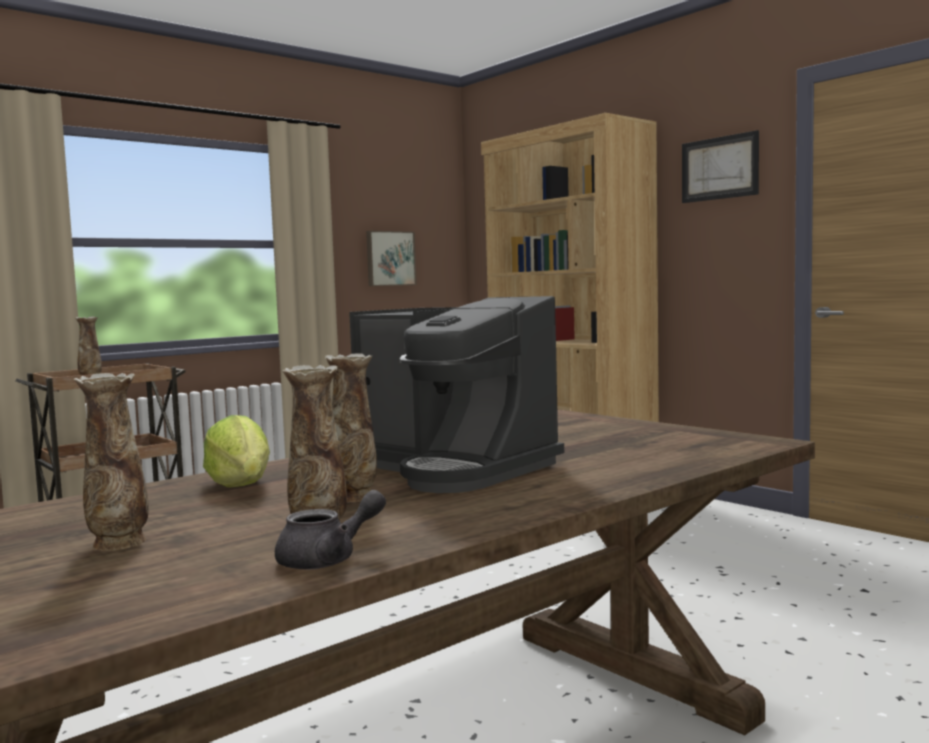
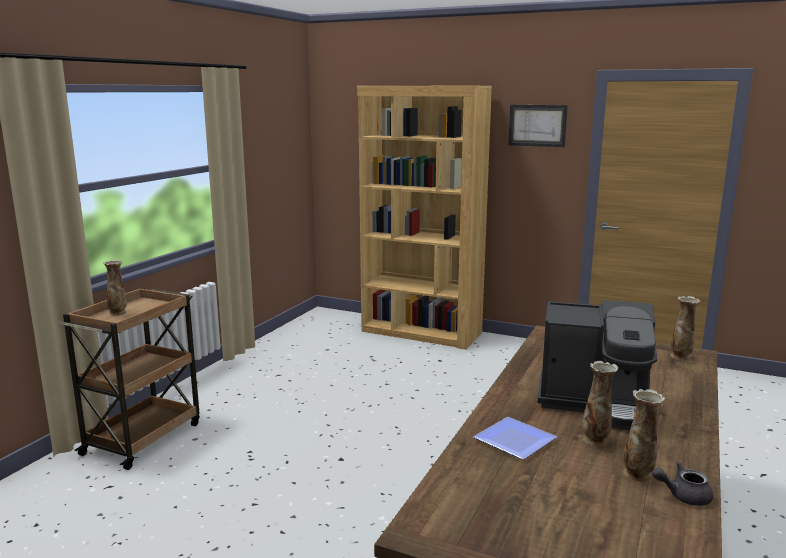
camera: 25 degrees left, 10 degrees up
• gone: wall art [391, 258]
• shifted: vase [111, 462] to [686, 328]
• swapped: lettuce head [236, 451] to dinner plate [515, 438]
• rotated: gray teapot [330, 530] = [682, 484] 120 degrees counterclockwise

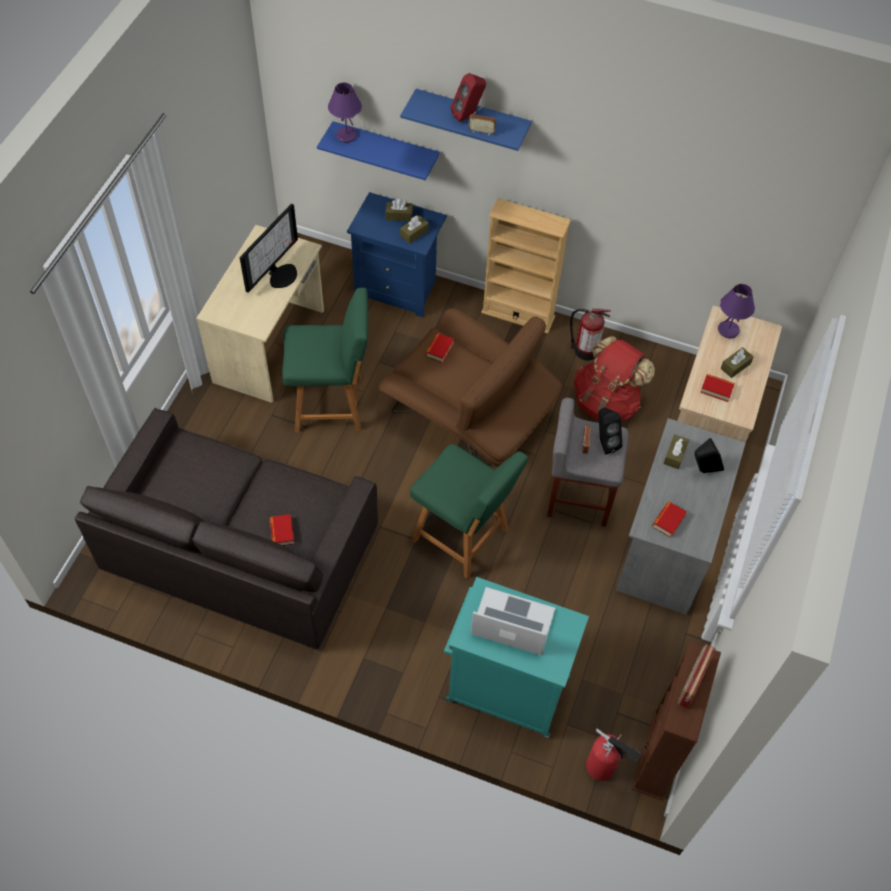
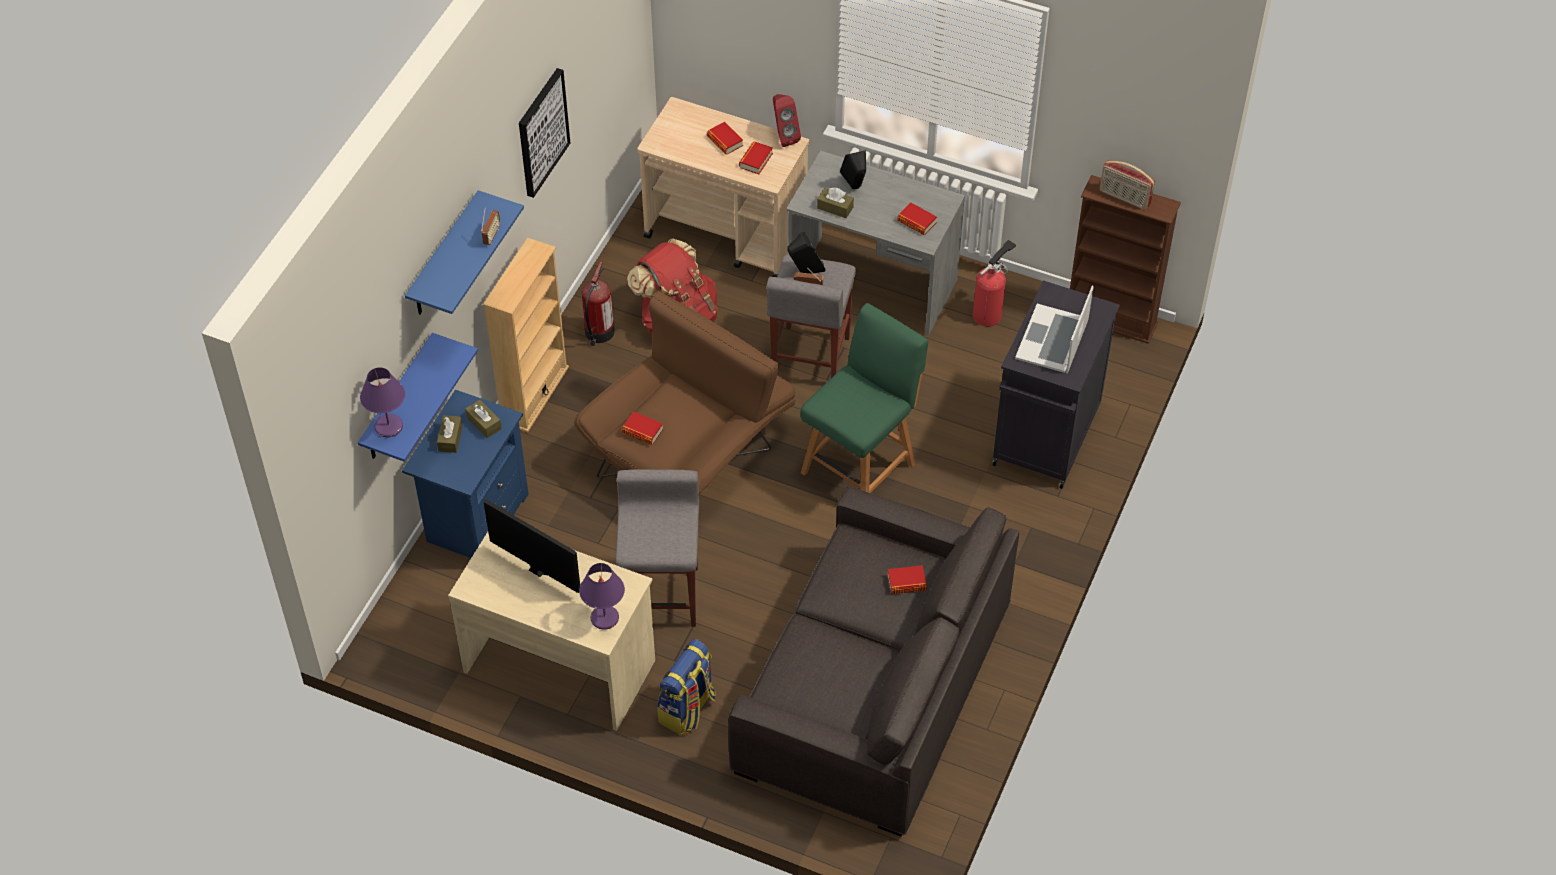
camera: 85 degrees left, 5 degrees down
• new: wall art [544, 133]
• new: knapsack [686, 687]
• shifted: red loudspeaker [468, 97] to [787, 120]
• shifted: extinguisher [613, 754] to [994, 283]
• shifted: purple-coloured lamp for a table [736, 311] to [602, 596]
• swapped: greenish upright chair [325, 360] to gray stool seat [657, 548]
• swapped: brownish tissue holder [737, 362] to volume [725, 138]
• repainted: turquoise-coloured storage cabinet [516, 657] to blackish storage cabinet [1056, 384]

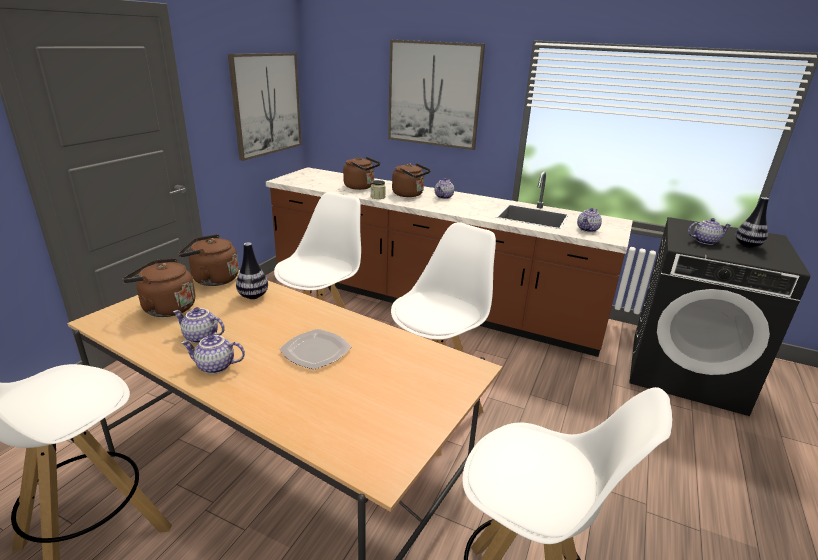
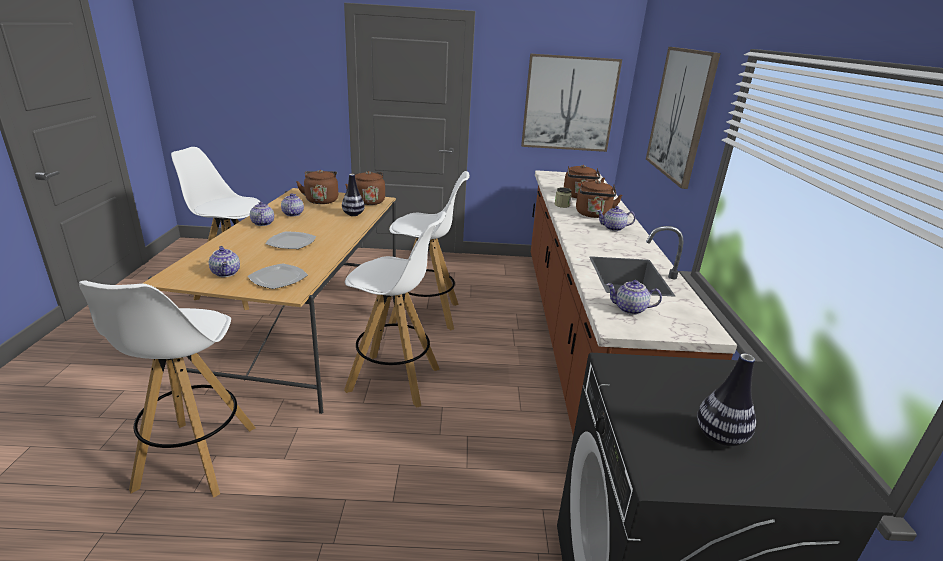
camera: 65 degrees right, 0 degrees up
• new: dinner plate [278, 276]
• shifted: teapot [709, 231] to [224, 261]

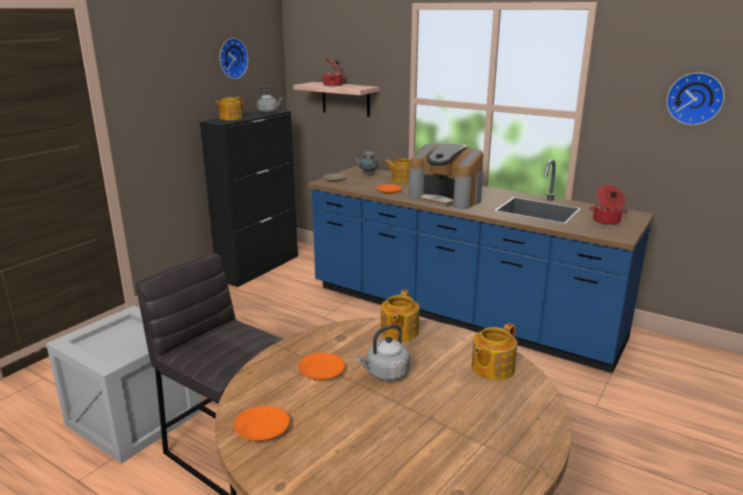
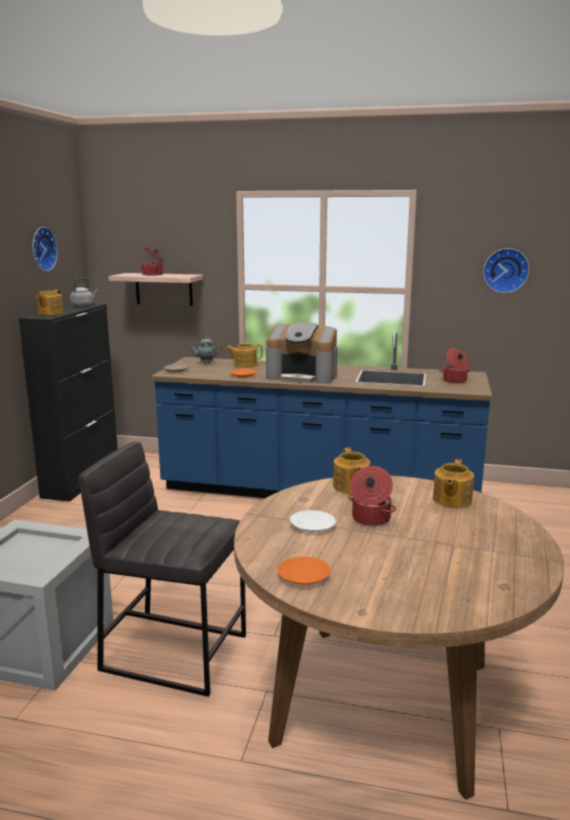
camera: 20 degrees left, 5 degrees down
• swapped: gray tea kettle [383, 352] to stockpot [372, 496]
• repainted: orange dinner plate [321, 366] to white dinner plate [313, 521]

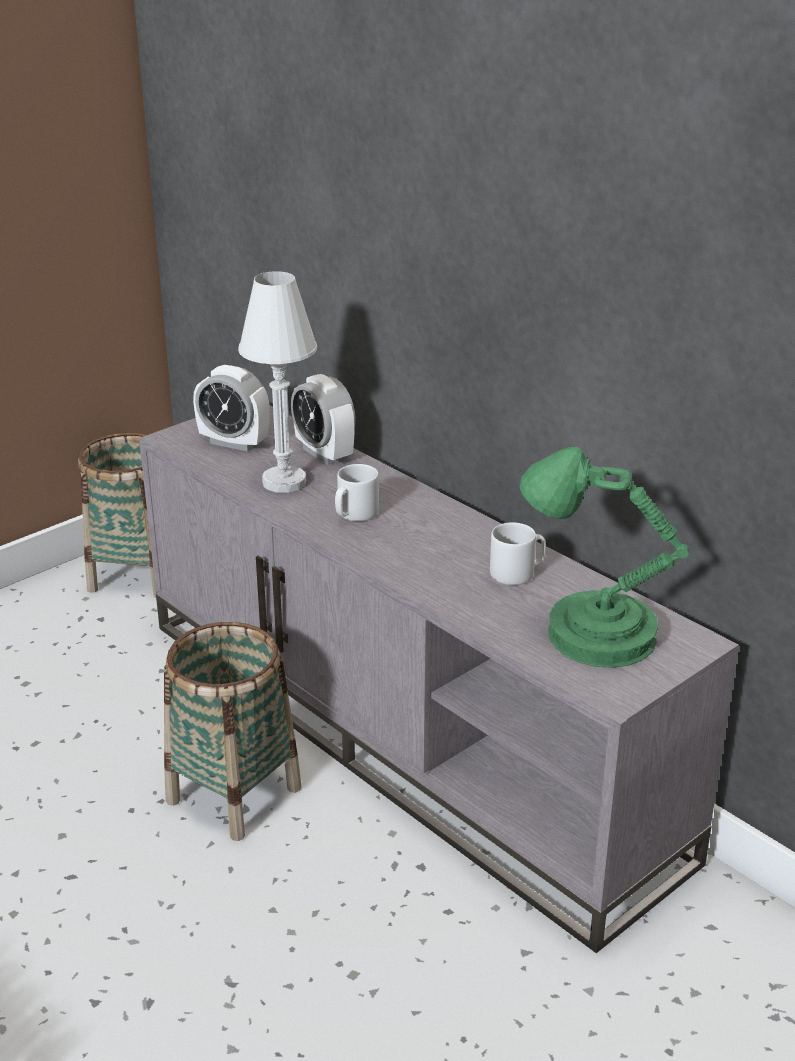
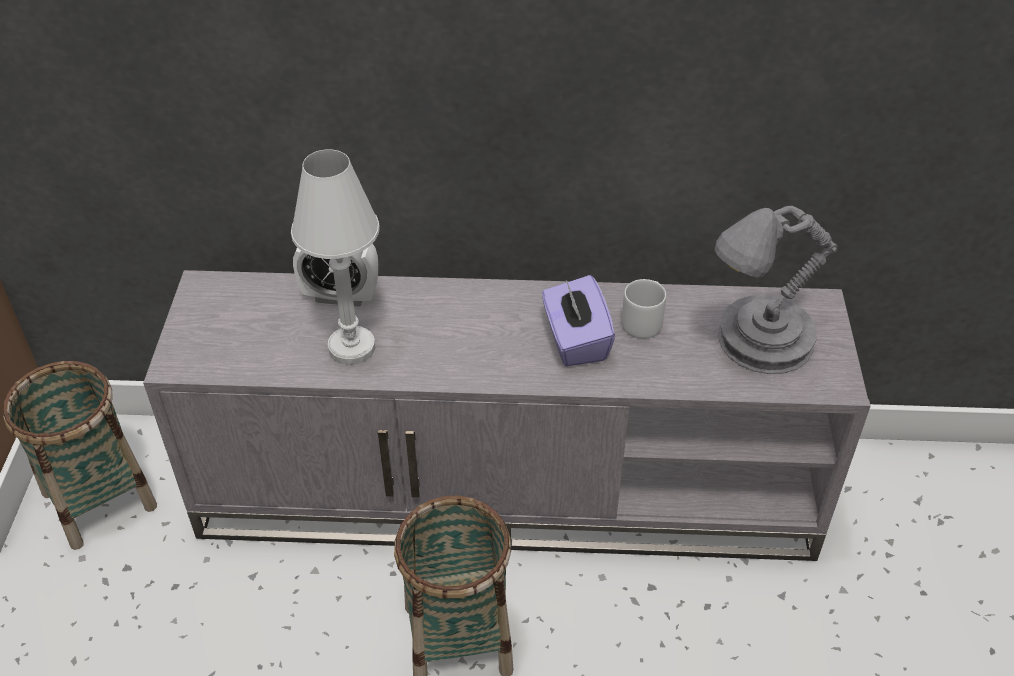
camera: 45 degrees left, 15 degrees up
• gone: table clock [231, 408]
• gone: gray coffee mug [357, 492]
• new: purple-coloured tissue holder [578, 320]
• repainted: greenish lamp for a table [604, 557] to gray lamp for a table [776, 290]

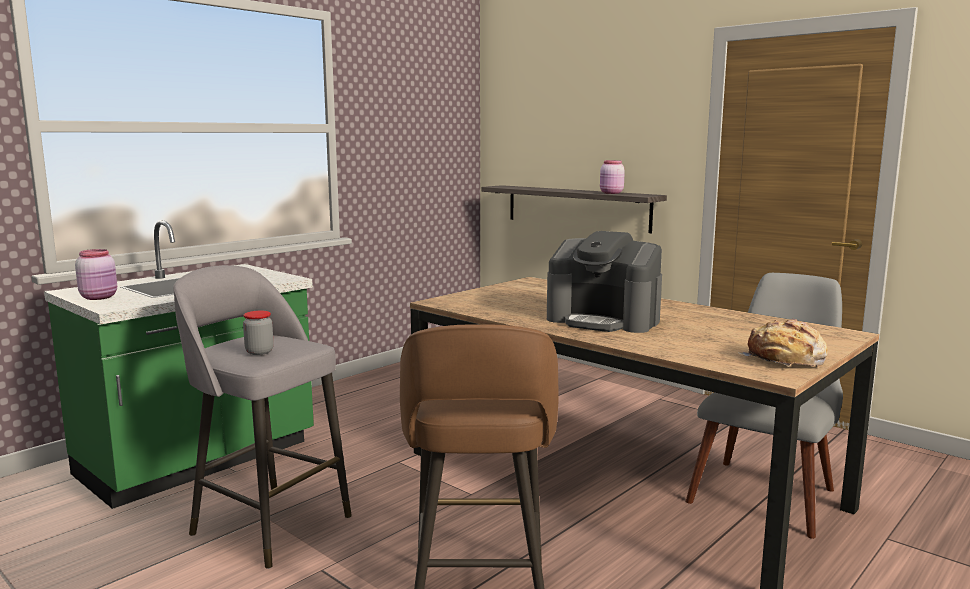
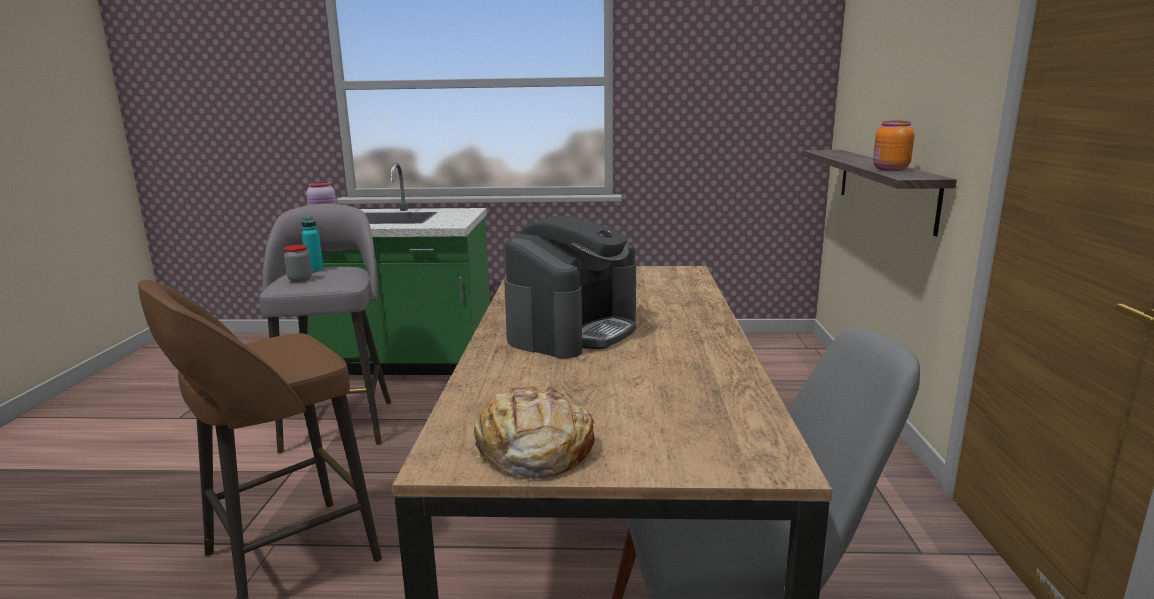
camera: 50 degrees right, 5 degrees up
• new: turquoise-coloured beverage bottle [312, 244]
• repainted: pink-coloured preserve jar [612, 177] to orange preserve jar [894, 146]
• rotated: coffee machine [604, 282] = [570, 287] 135 degrees counterclockwise

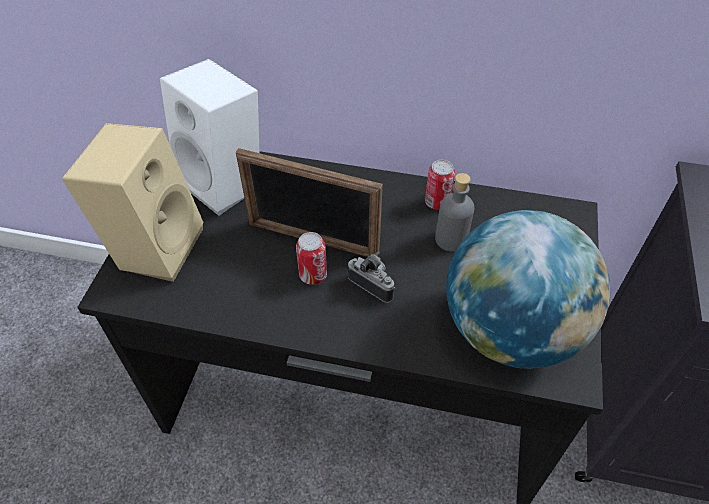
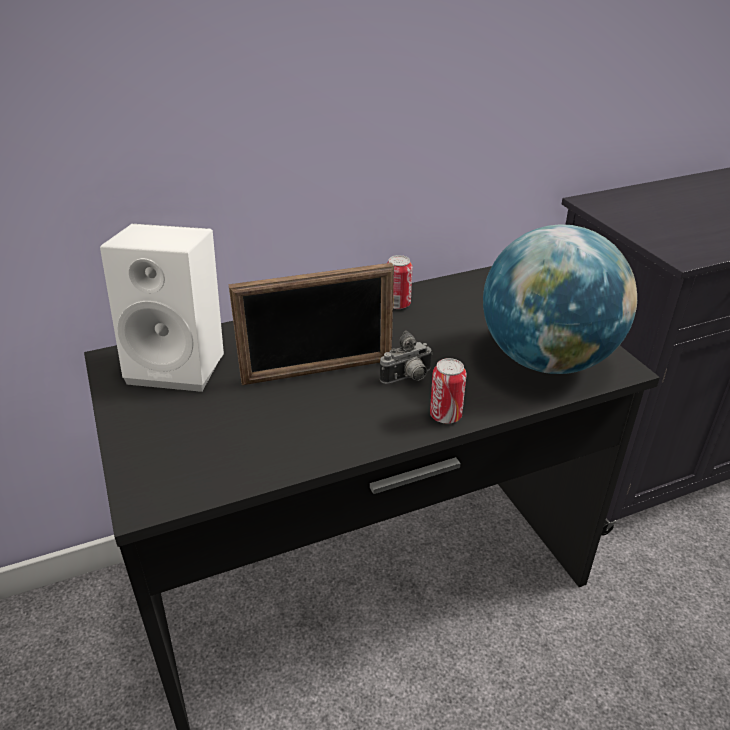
camera: 35 degrees left, 15 degrees down
• gone: beige loudspeaker [133, 202]
• gone: gray beverage bottle [455, 212]
• shifted: can [311, 258] to [448, 391]
• rotated: photo camera [372, 277] = [406, 357] 150 degrees clockwise

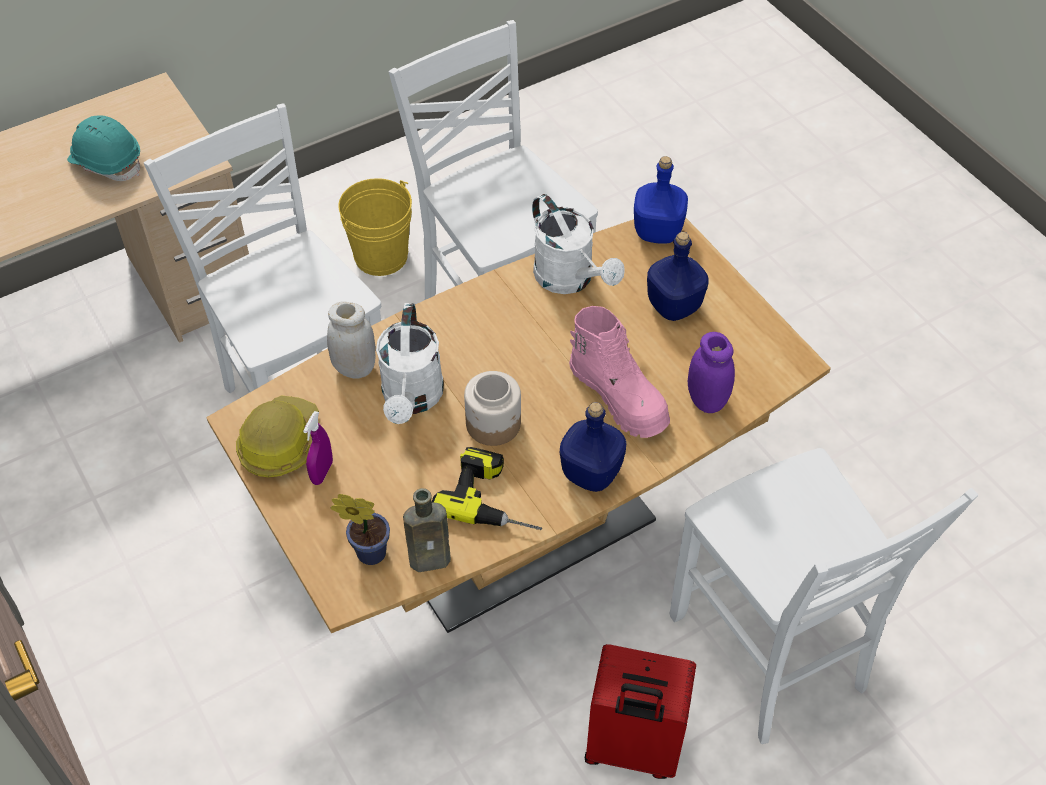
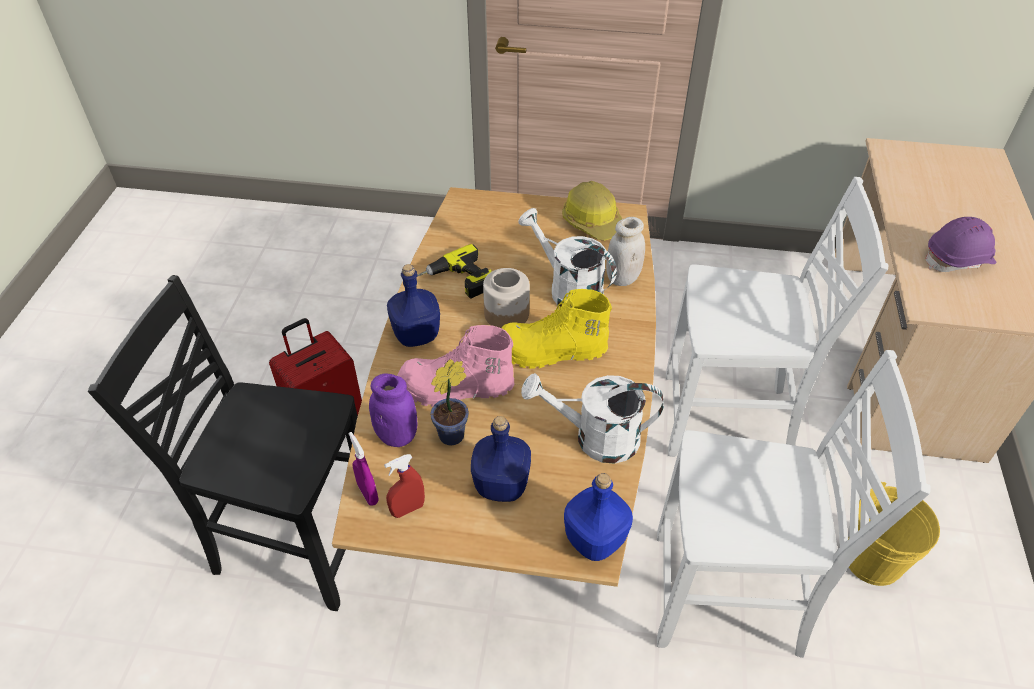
camera: 130 degrees right, 5 degrees down
• gone: brownish beverage bottle [427, 530]
• new: red hand sprayer [404, 486]
• new: yellow tall boot [557, 329]
• shifted: purple-coloured hand sprayer [318, 448] to [364, 469]
• shifted: houseplant [360, 529] to [449, 402]
• repainted: turquoise-coloured work helmet [103, 148] to purple-coloured work helmet [961, 244]
• repainted: white upright chair [824, 596] to blackish upright chair [223, 443]

